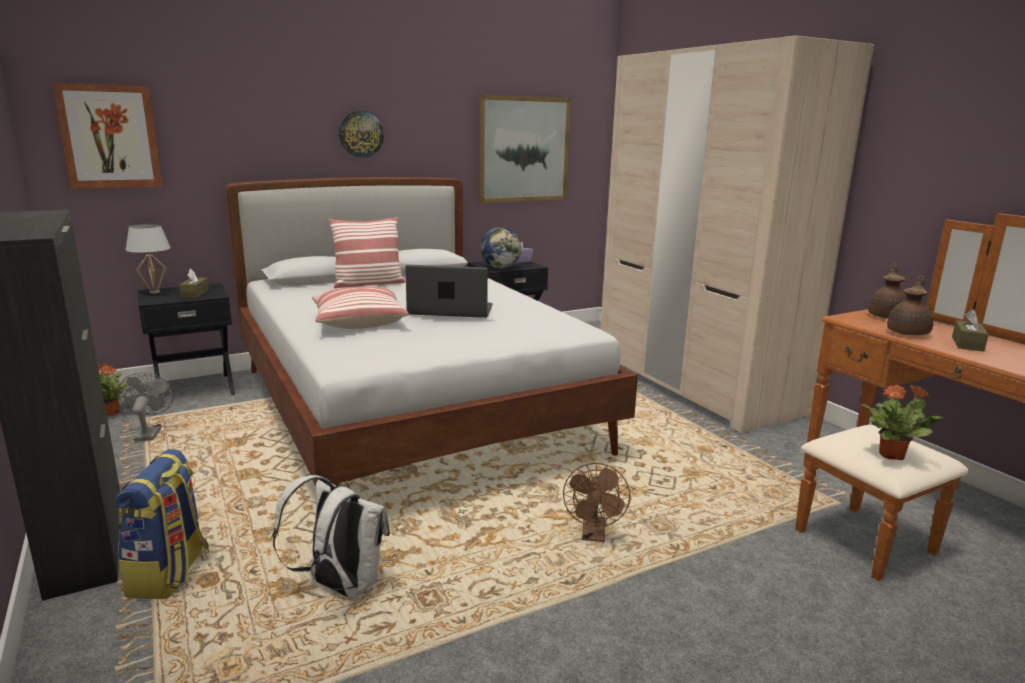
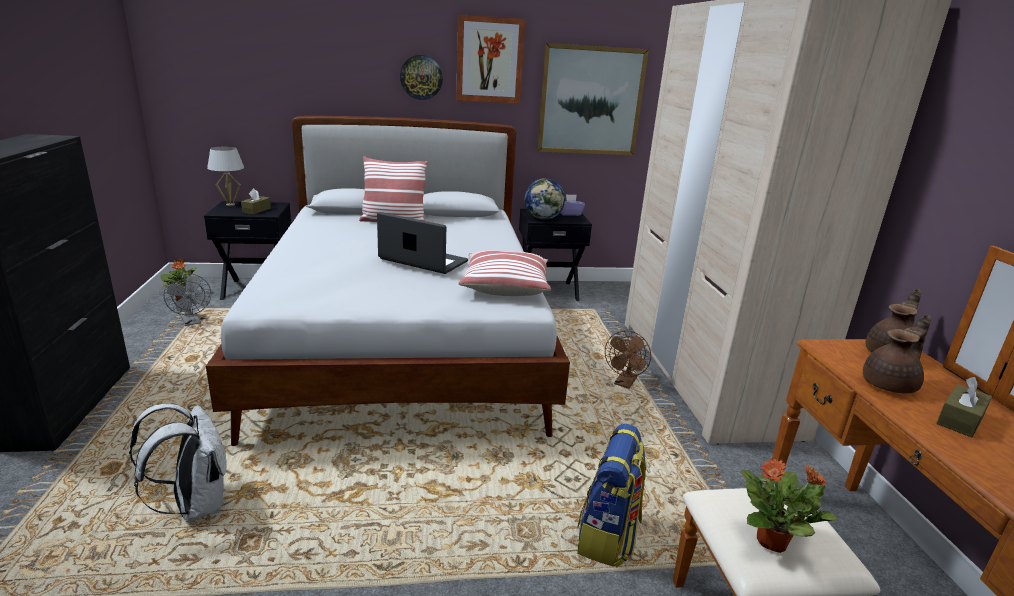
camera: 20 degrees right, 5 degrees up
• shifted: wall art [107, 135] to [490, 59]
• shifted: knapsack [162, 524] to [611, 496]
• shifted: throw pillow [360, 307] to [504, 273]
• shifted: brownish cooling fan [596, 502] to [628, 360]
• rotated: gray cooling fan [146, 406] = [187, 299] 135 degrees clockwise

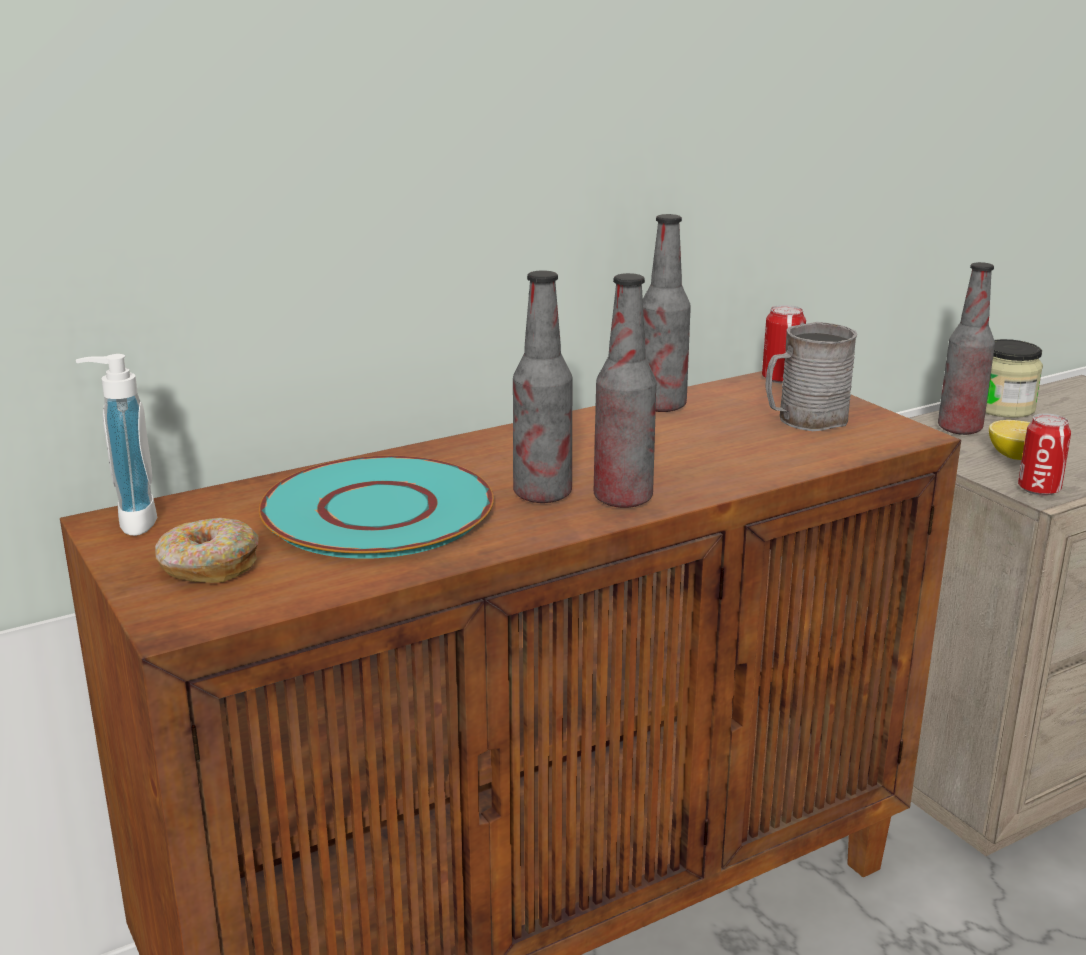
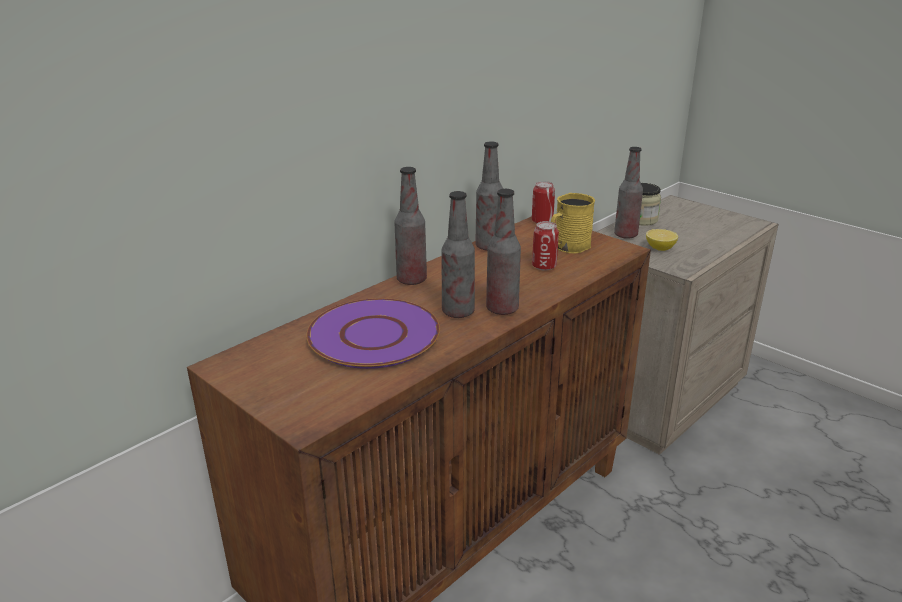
camera: 15 degrees left, 5 degrees up
• gone: soap bottle [116, 445]
• gone: donut [207, 550]
• new: beverage bottle [410, 226]
• shifted: can [1044, 455] to [545, 246]
• repainted: turquoise-coloured dinner plate [376, 507] to purple-coloured dinner plate [373, 333]
• repainted: gray coffee mug [811, 376] to yellow coffee mug [573, 223]

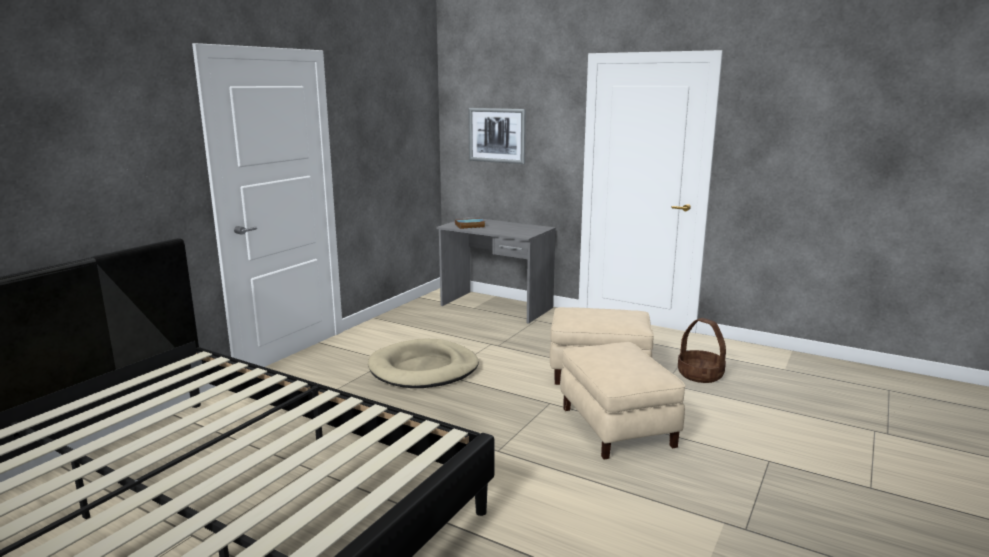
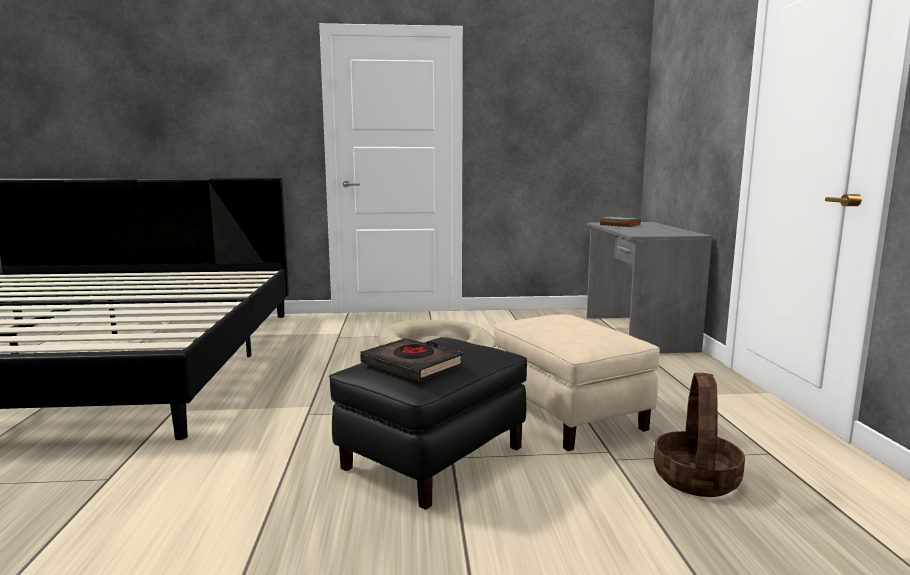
camera: 55 degrees right, 5 degrees down
• gone: wall art [497, 136]
• new: blackish volume [411, 359]
• repainted: beige ottoman [623, 400] to blackish ottoman [428, 423]

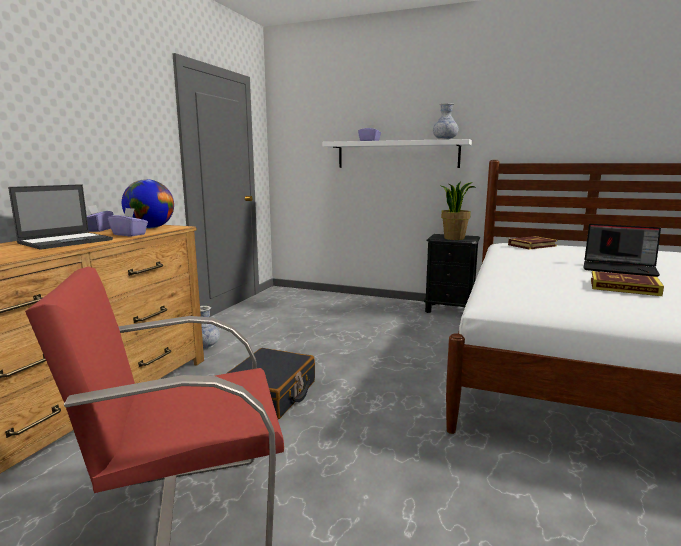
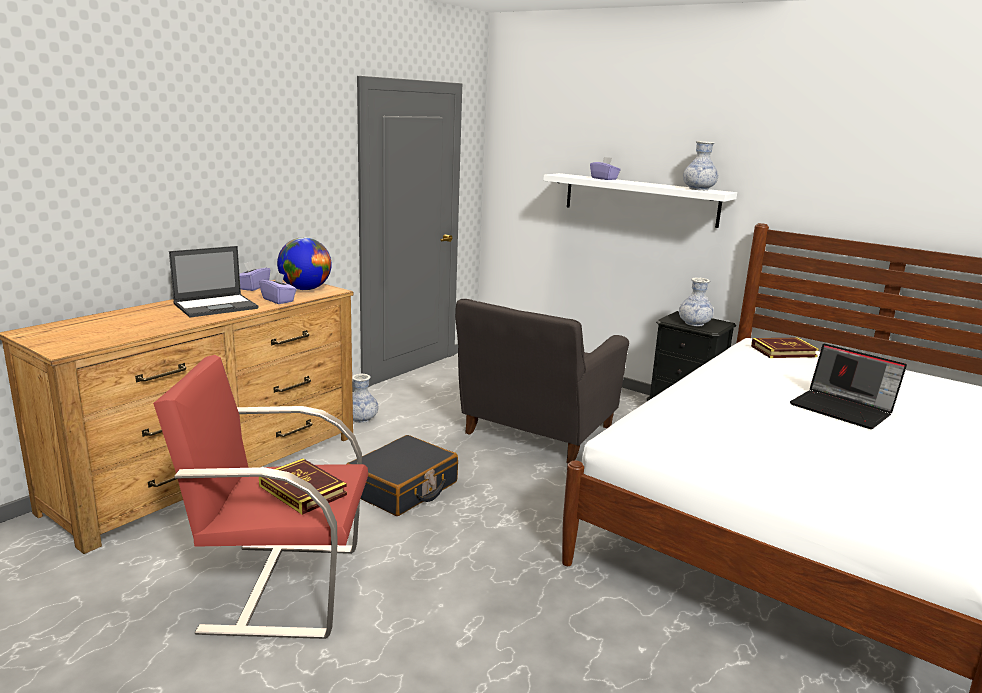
camera: 15 degrees right, 5 degrees up
• new: gray lounge chair [542, 381]
• shifted: volume [627, 283] to [303, 487]
• swapped: houseplant [459, 210] to vase [696, 301]

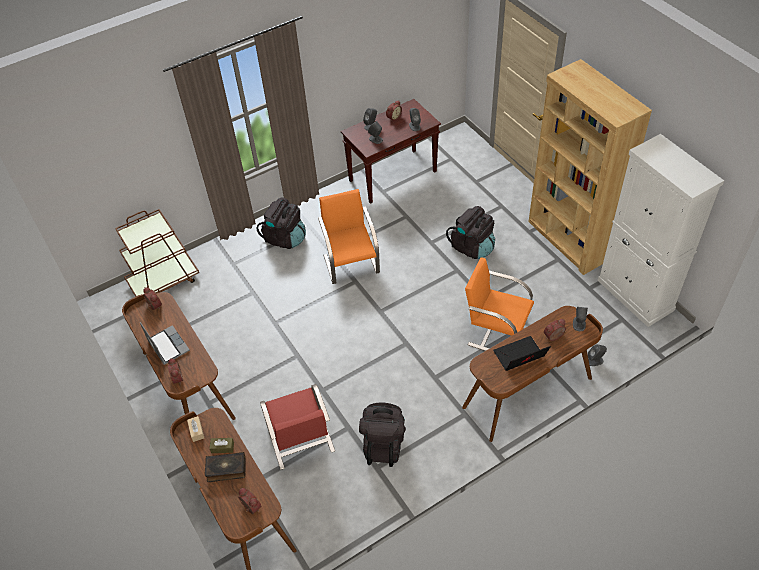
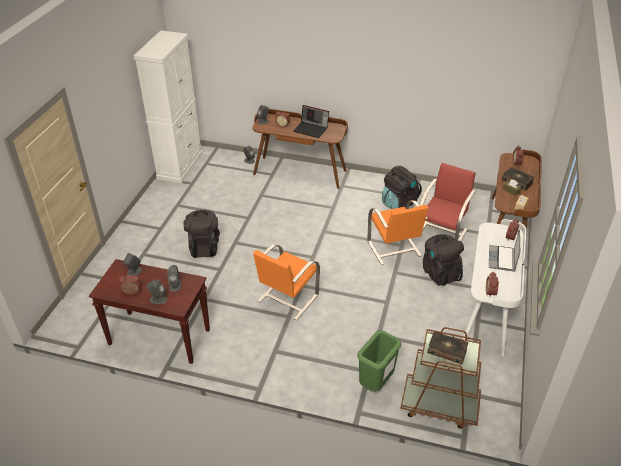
camera: 135 degrees left, 10 degrees down
• gone: brownish bookshelf [590, 167]
• new: greenish rubbish bin [379, 361]
• new: volume [447, 348]
• shifted: blackish knapsack [281, 223] to [443, 260]
• shifted: orange upright chair [499, 304] to [397, 232]
• repainted: brownish desk table [179, 356] to white desk table [494, 288]

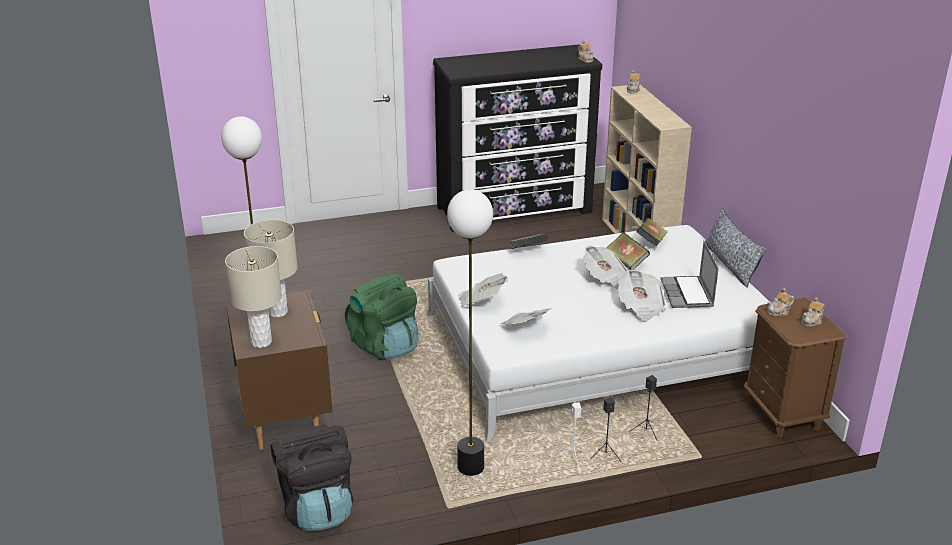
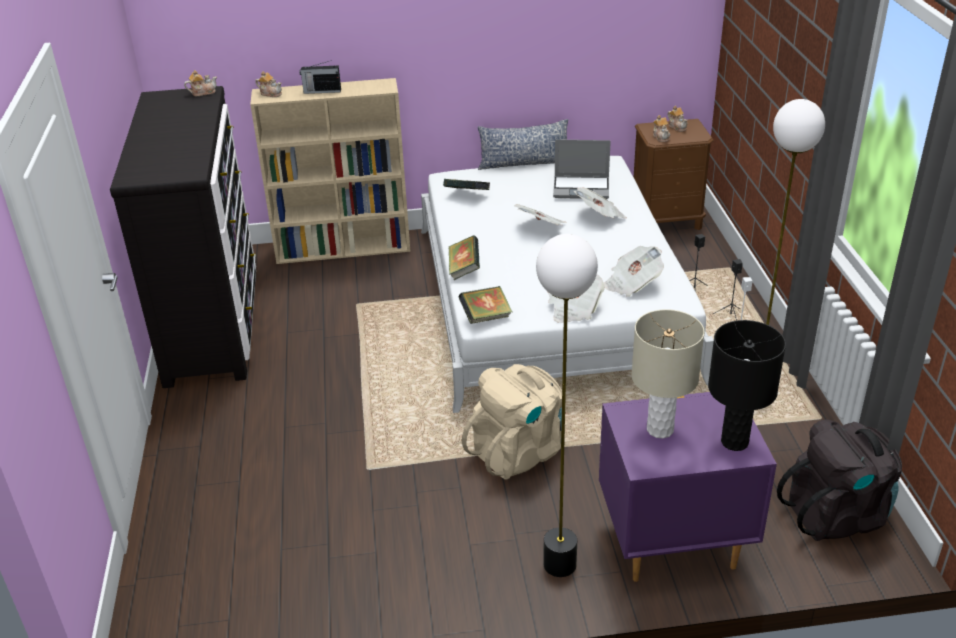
camera: 80 degrees left, 5 degrees up
• new: radio [320, 77]
• shifted: volume [628, 251] to [486, 305]
• repainted: beige lamp for a table [253, 297] to blackish lamp for a table [747, 385]
• repainted: brownish night table [279, 370] to purple-coloured night table [688, 487]
• repainted: greenish knapsack [382, 317] to beige knapsack [512, 422]

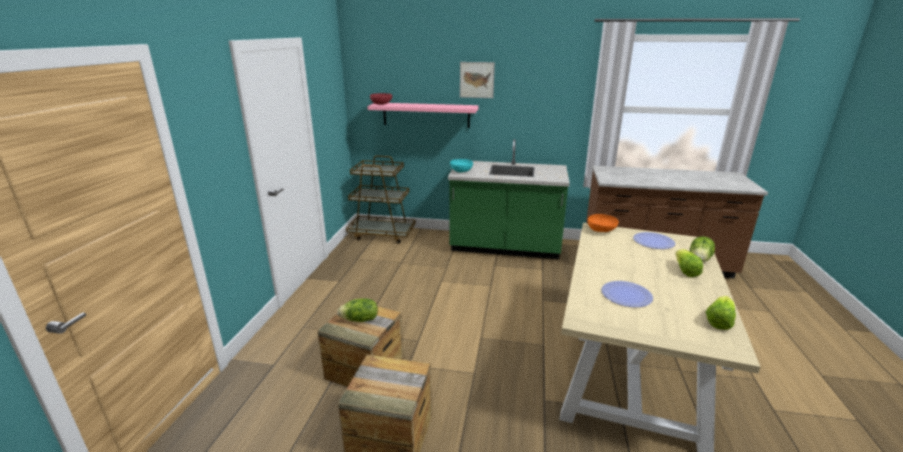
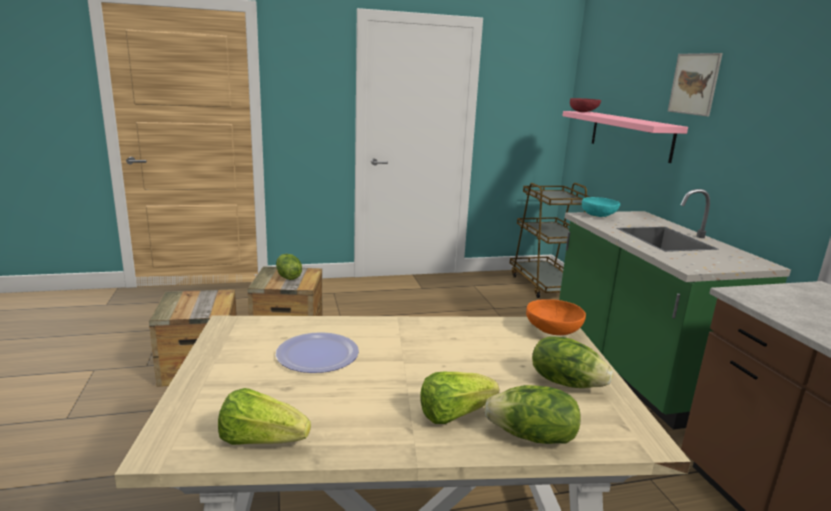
camera: 65 degrees right, 5 degrees down
• swapped: dinner plate [654, 240] to lettuce head [572, 362]

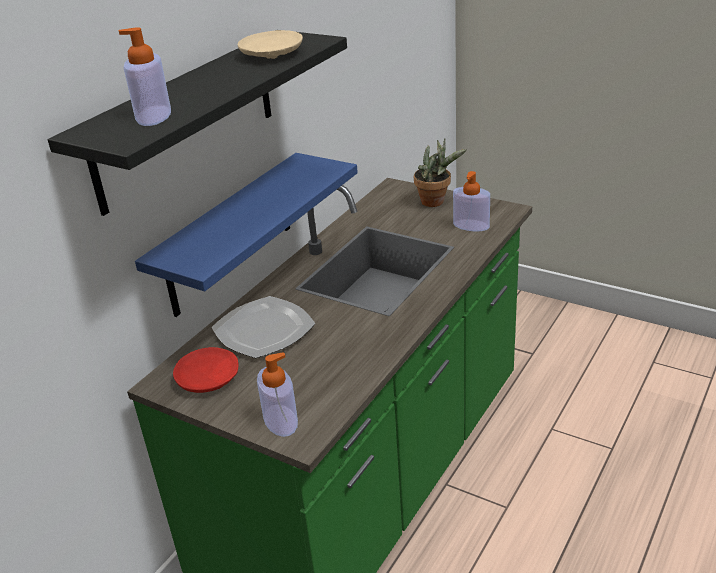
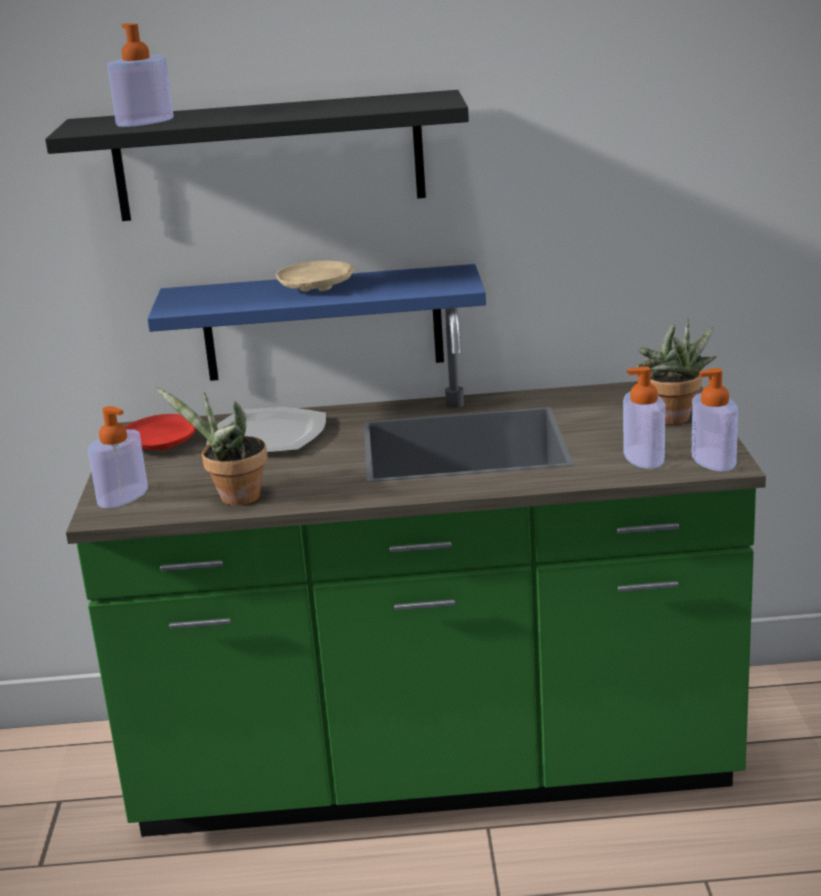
camera: 55 degrees right, 10 degrees down
• new: houseplant [211, 445]
• new: soap bottle [715, 419]
• shifted: beige dinner plate [270, 44] to [315, 276]

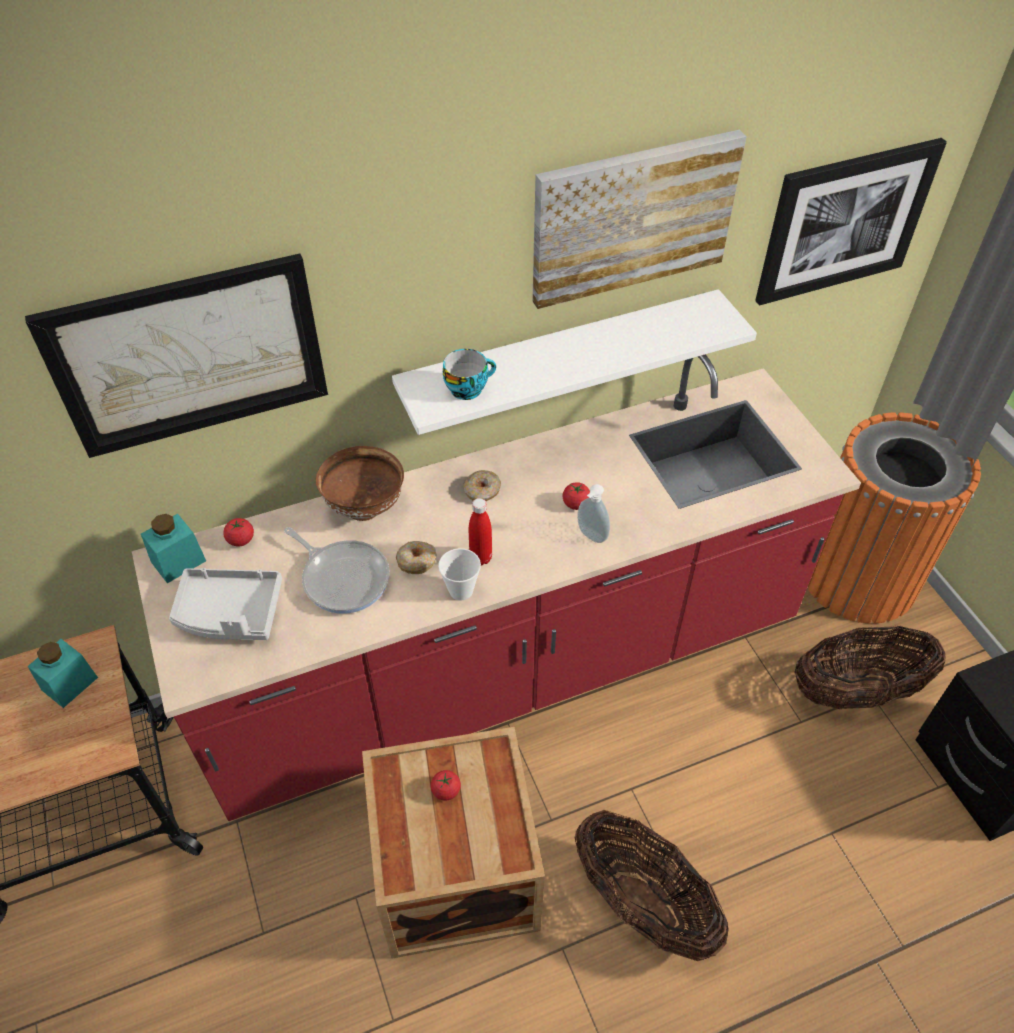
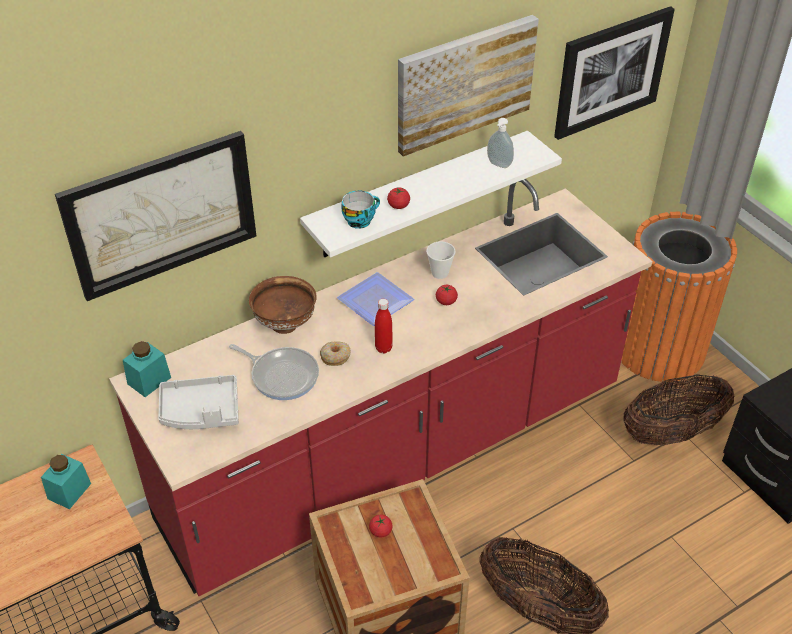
camera: 10 degrees left, 5 degrees down
• shifted: fresh tomato [238, 532] to [398, 198]
• shifted: drinking cup [459, 574] to [441, 260]
• shifted: soap bottle [593, 513] to [500, 143]
• swapped: donut [482, 485] to dinner plate [376, 299]

